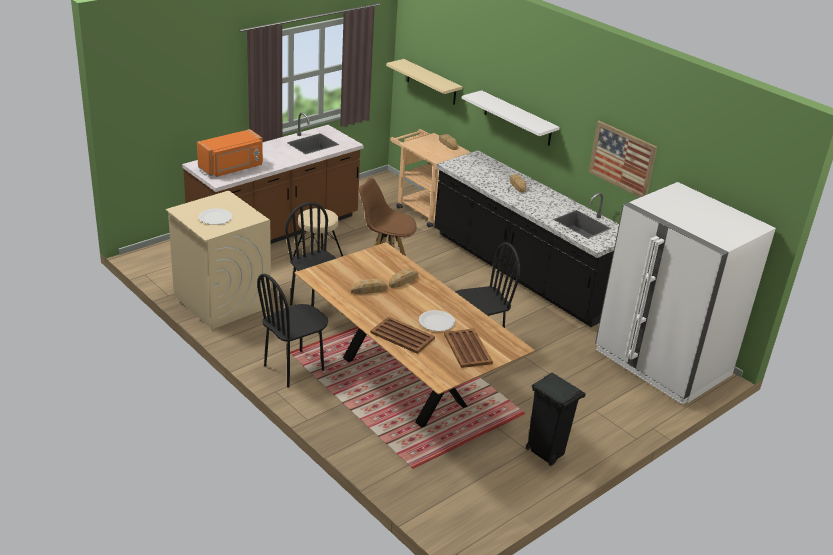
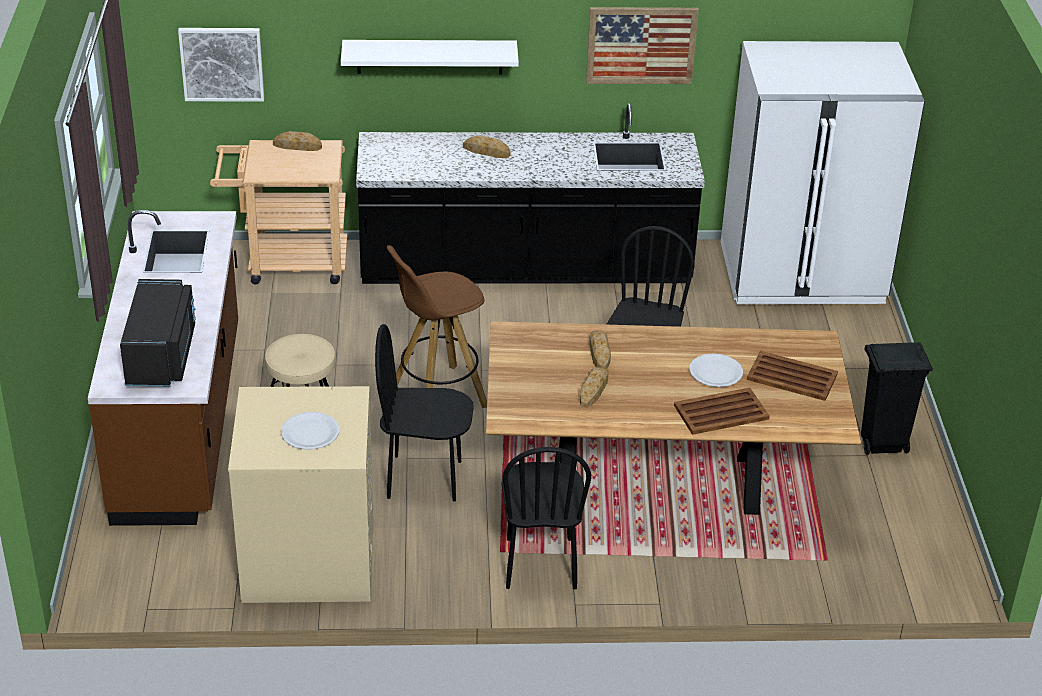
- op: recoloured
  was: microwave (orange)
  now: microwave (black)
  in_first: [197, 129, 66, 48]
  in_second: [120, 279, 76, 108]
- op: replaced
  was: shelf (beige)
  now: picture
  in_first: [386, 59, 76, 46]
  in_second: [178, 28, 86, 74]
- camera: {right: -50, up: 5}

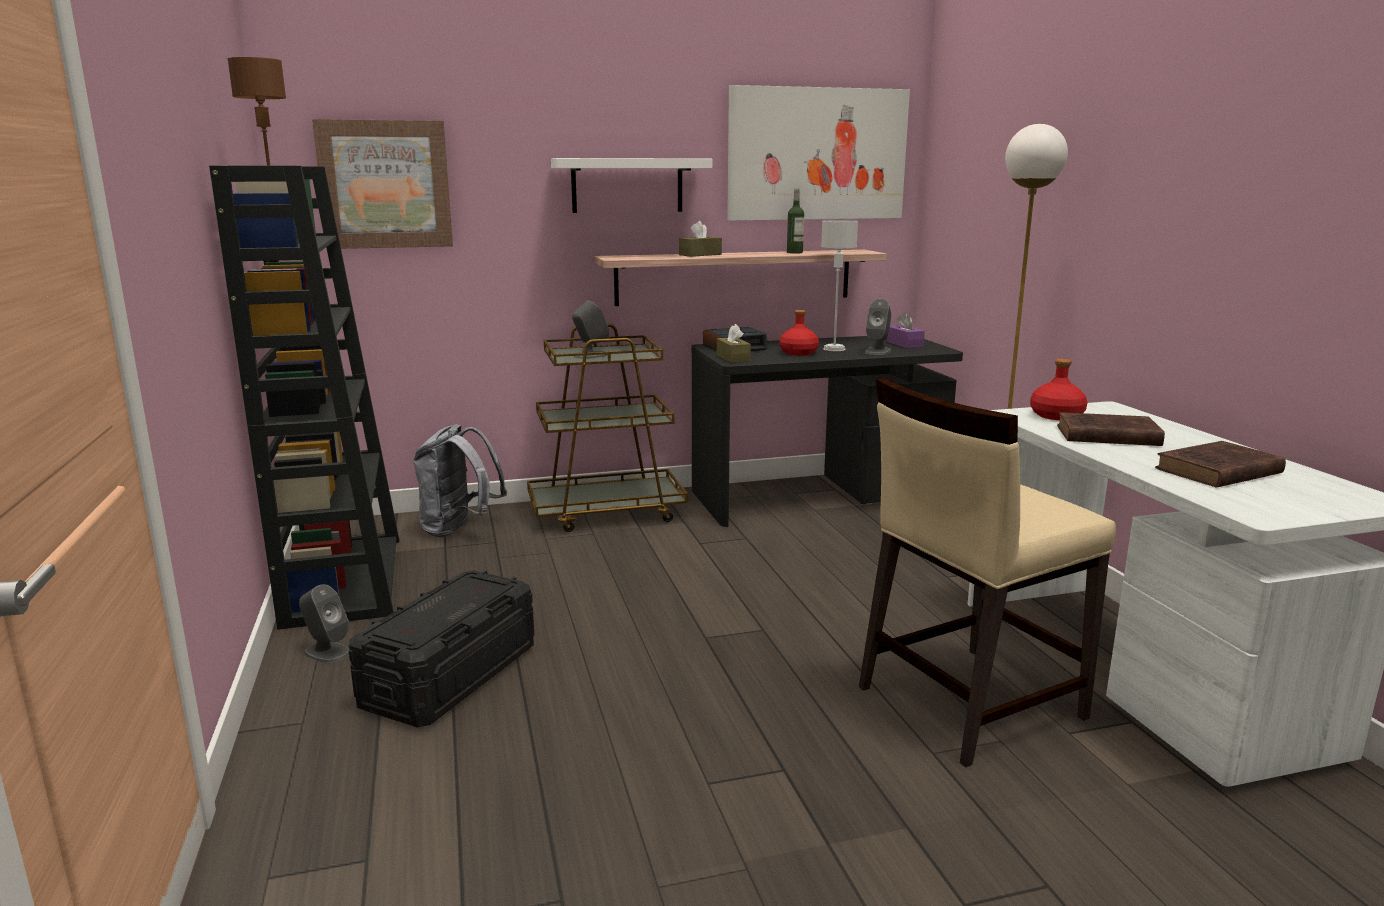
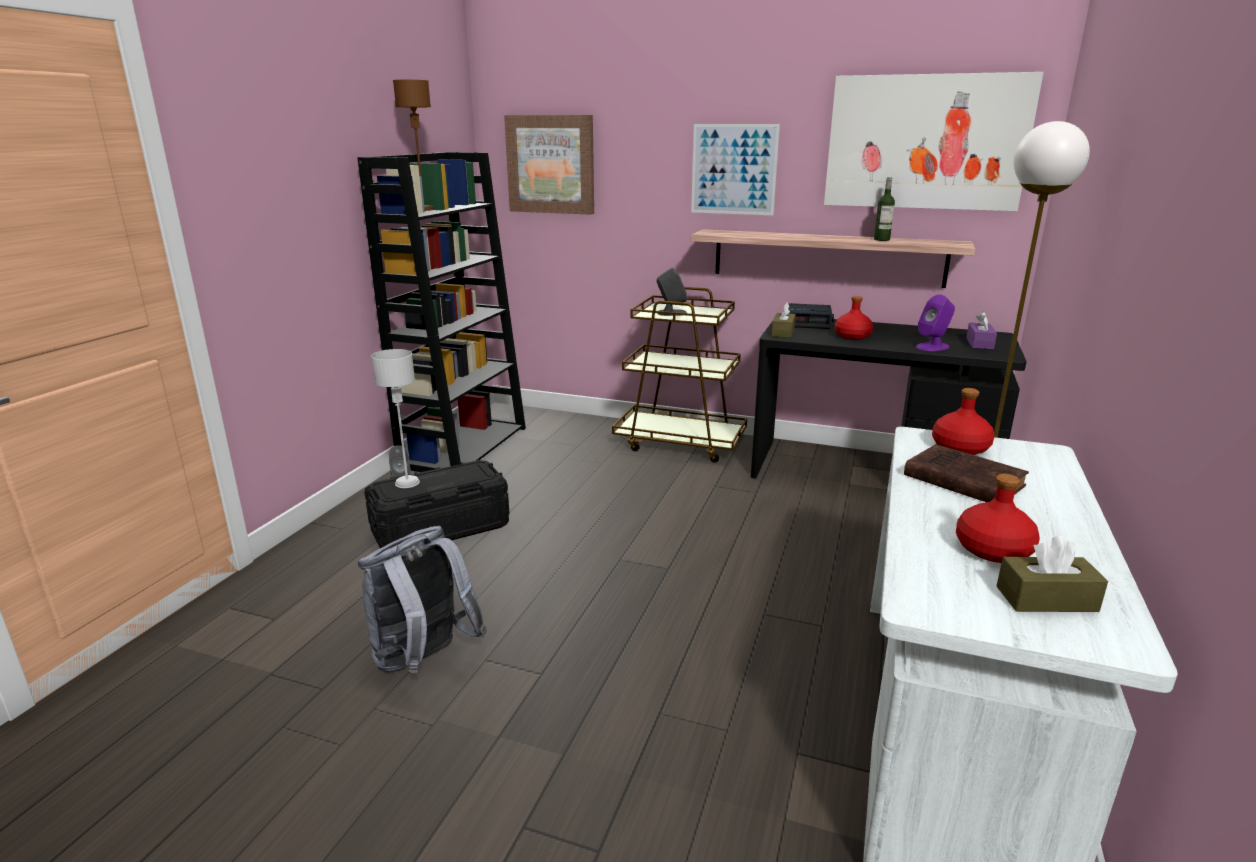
- op: moved
  was: backpack (grey)
  in_first: [413, 424, 94, 113]
  in_second: [358, 526, 129, 147]
- op: moved
  was: table lamp (grey)
  in_first: [821, 220, 37, 131]
  in_second: [371, 349, 49, 139]
- op: replaced
  was: shelf (white)
  now: picture
  in_first: [551, 158, 161, 55]
  in_second: [691, 124, 89, 91]
- op: recoloured
  was: speaker (grey)
  now: speaker (purple)
  in_first: [865, 299, 26, 56]
  in_second: [916, 295, 39, 56]
- op: replaced
  was: book (brown)
  now: bottle (red)
  in_first: [1155, 441, 131, 47]
  in_second: [956, 474, 84, 89]
- op: moved
  was: tissue box (brown)
  in_first: [679, 221, 43, 36]
  in_second: [996, 536, 112, 76]
- op: removed
  was: chair (beige)
  in_first: [859, 377, 257, 390]
- camera: {right: 35, up: 5}

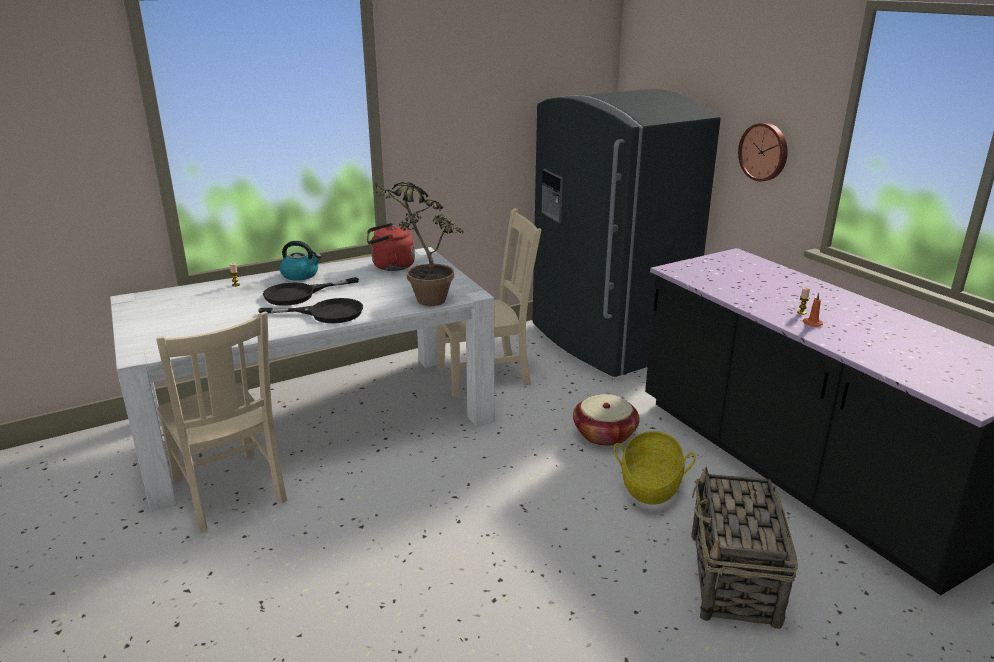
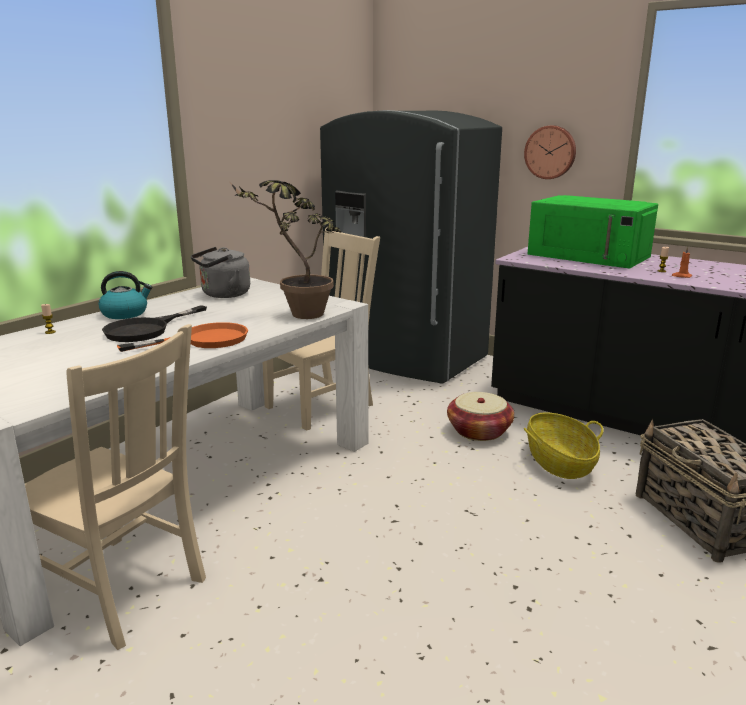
- op: recoloured
  was: frying pan (black)
  now: frying pan (orange)
  in_first: [258, 298, 105, 25]
  in_second: [117, 322, 131, 30]
- op: recoloured
  was: kettle (red)
  now: kettle (grey)
  in_first: [367, 223, 48, 48]
  in_second: [191, 247, 59, 51]
- op: added
  now: microwave (green)
  in_second: [527, 195, 131, 74]
- camera: {right: -25, up: -5}

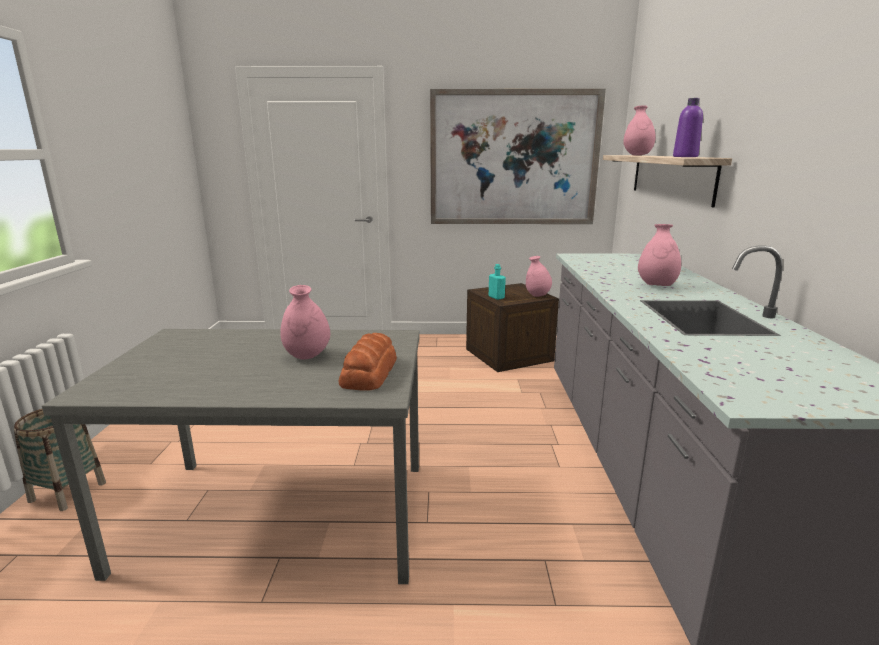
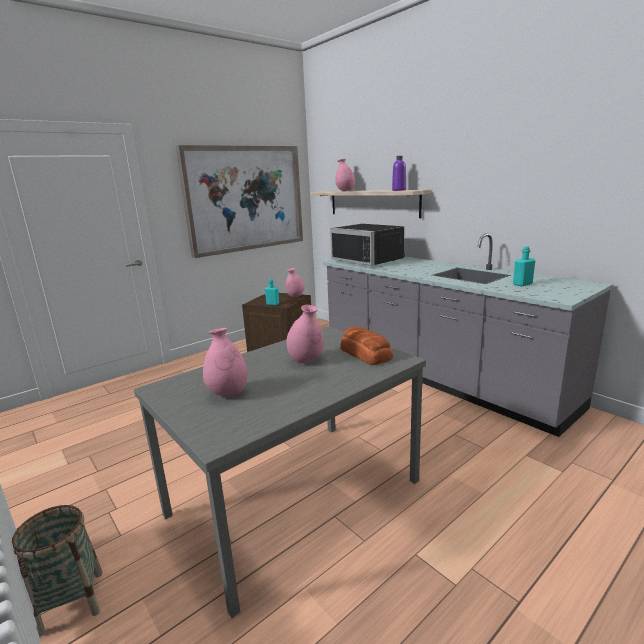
- op: moved
  was: vase (pink)
  in_first: [638, 224, 43, 62]
  in_second: [203, 328, 45, 69]
- op: added
  now: microwave (black)
  in_second: [330, 224, 75, 42]
- op: added
  now: bottle (turquoise)
  in_second: [513, 246, 22, 40]
- camera: {right: -40, up: 0}

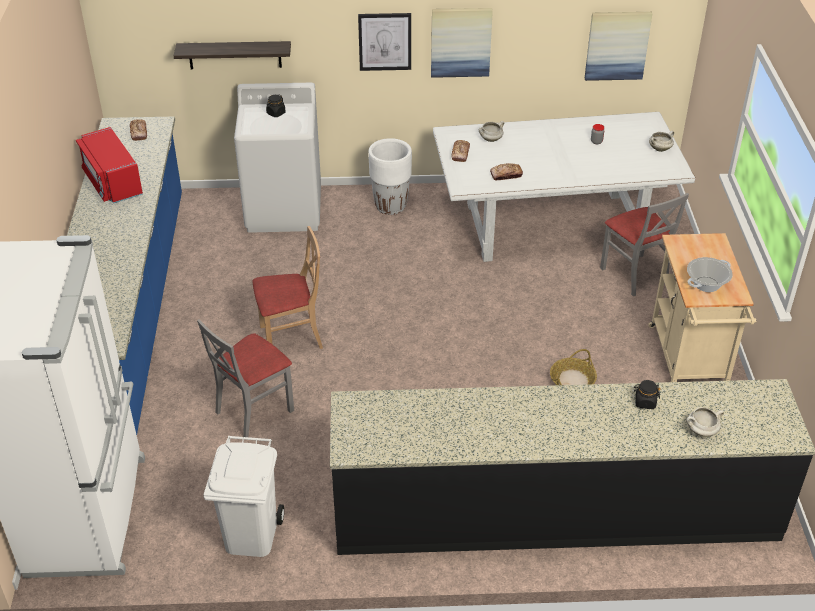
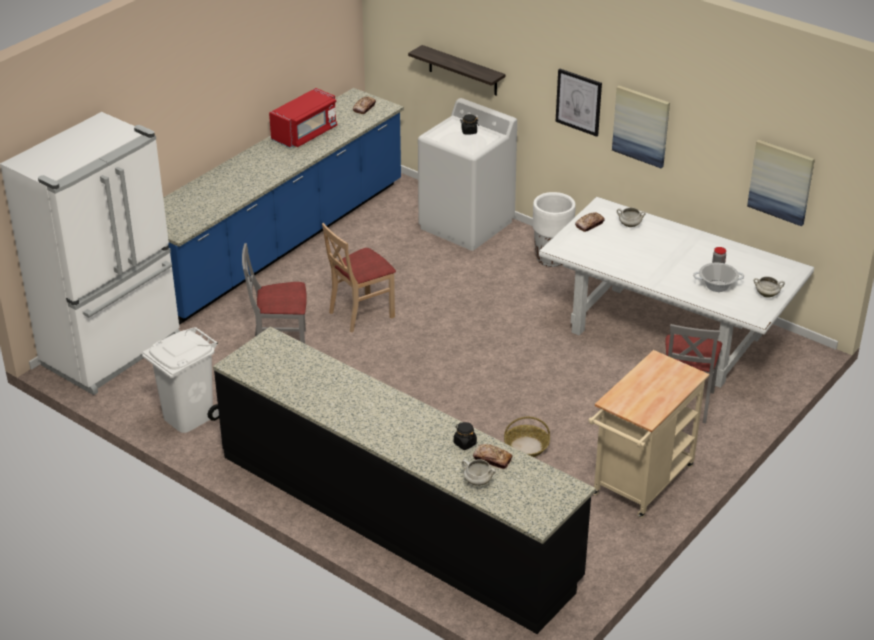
- op: turned
  was: microwave (red)
  in_first: [76, 127, 67, 77]
  in_second: [269, 88, 68, 60]
  clockwise: -150
- op: turned
  was: chair (beige)
  in_first: [253, 226, 70, 123]
  in_second: [322, 223, 74, 110]
  clockwise: 120
- op: moved
  was: bread
  in_first: [490, 163, 33, 17]
  in_second: [473, 444, 40, 25]
- op: moved
  was: cooking pot
  in_first: [687, 257, 46, 35]
  in_second: [693, 262, 51, 30]
- camera: {right: 40, up: -5}

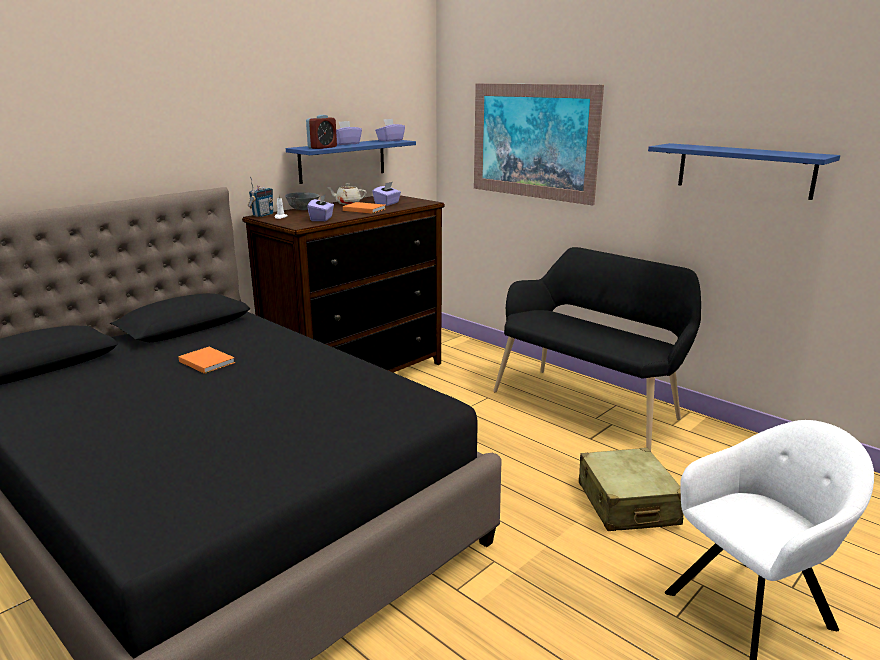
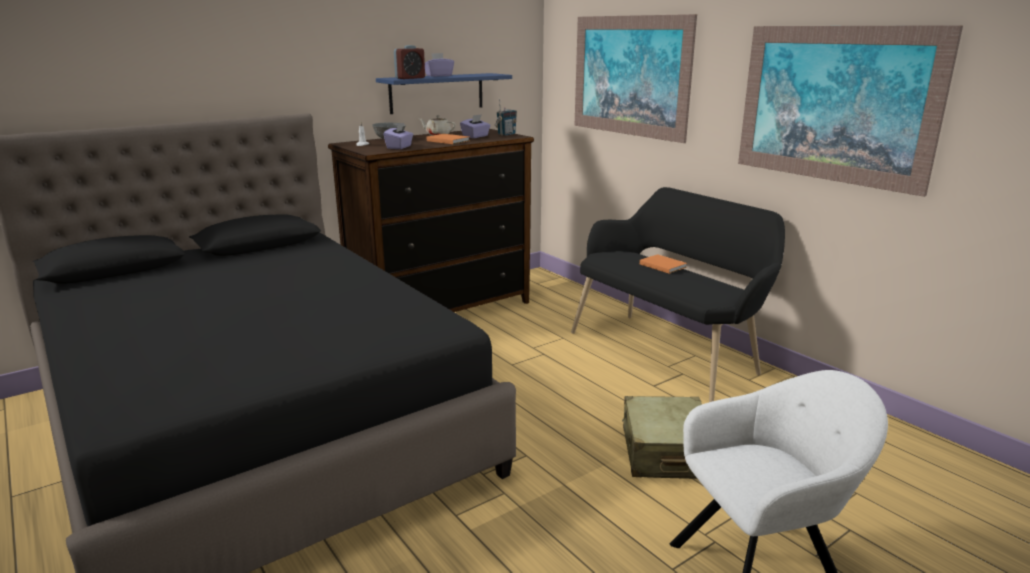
- op: moved
  was: radio
  in_first: [248, 176, 25, 41]
  in_second: [494, 98, 23, 38]
- op: moved
  was: book (orange)
  in_first: [178, 347, 57, 27]
  in_second: [640, 254, 47, 20]
- op: replaced
  was: shelf (blue)
  now: picture
  in_first: [648, 143, 192, 57]
  in_second: [738, 25, 225, 172]
- op: removed
  was: tissue box (purple)
  in_first: [375, 119, 30, 22]
- camera: {right: 10, up: 0}

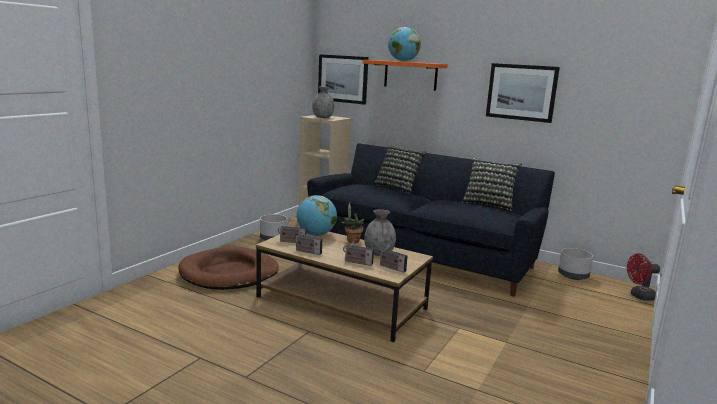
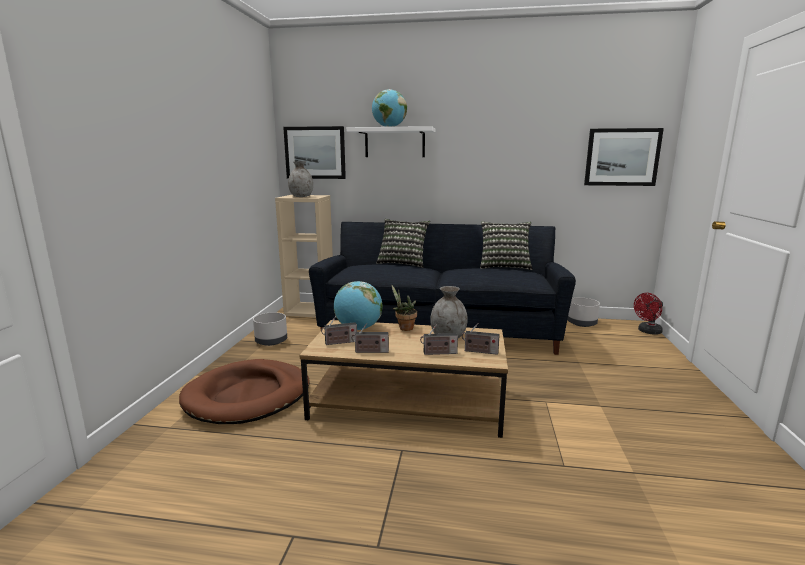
- op: recoloured
  was: shelf (orange)
  now: shelf (white)
  in_first: [363, 60, 85, 31]
  in_second: [346, 126, 89, 31]
- op: moved
  was: picture
  in_first: [486, 63, 74, 60]
  in_second: [584, 128, 80, 58]
- camera: {right: -20, up: 0}

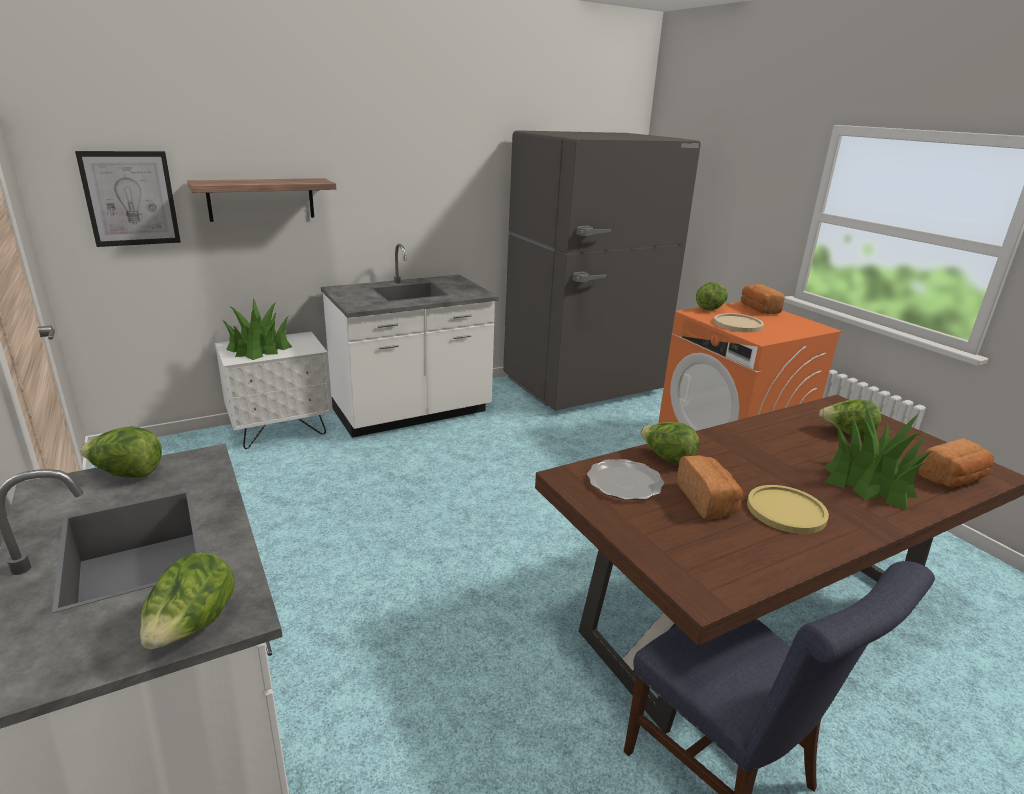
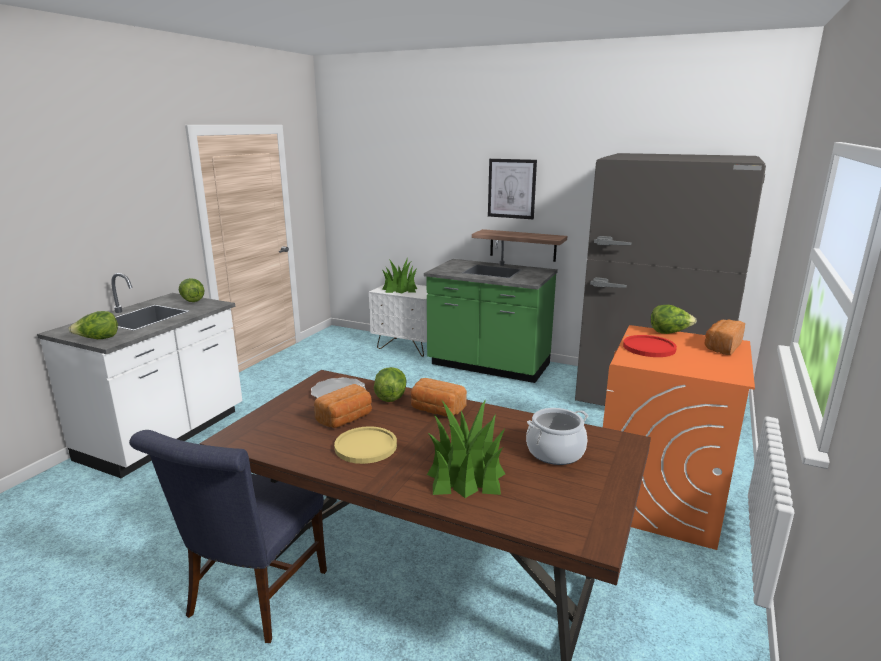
- op: moved
  was: bread
  in_first: [919, 438, 75, 49]
  in_second: [411, 378, 56, 39]
- op: recoloured
  was: counter (white)
  now: counter (green)
  in_first: [321, 244, 178, 194]
  in_second: [424, 240, 134, 143]
- op: moved
  was: shelf
  in_first: [187, 178, 149, 44]
  in_second: [472, 229, 95, 33]
- op: moved
  was: picture
  in_first: [75, 151, 106, 96]
  in_second: [488, 159, 49, 60]
- op: replaced
  was: lettuce
  now: cooking pot
  in_first: [819, 399, 62, 37]
  in_second: [526, 408, 62, 57]
- op: recoloured
  was: plate (beige)
  now: plate (red)
  in_first: [714, 313, 50, 19]
  in_second: [623, 335, 54, 22]
- camera: {right: 55, up: -5}

